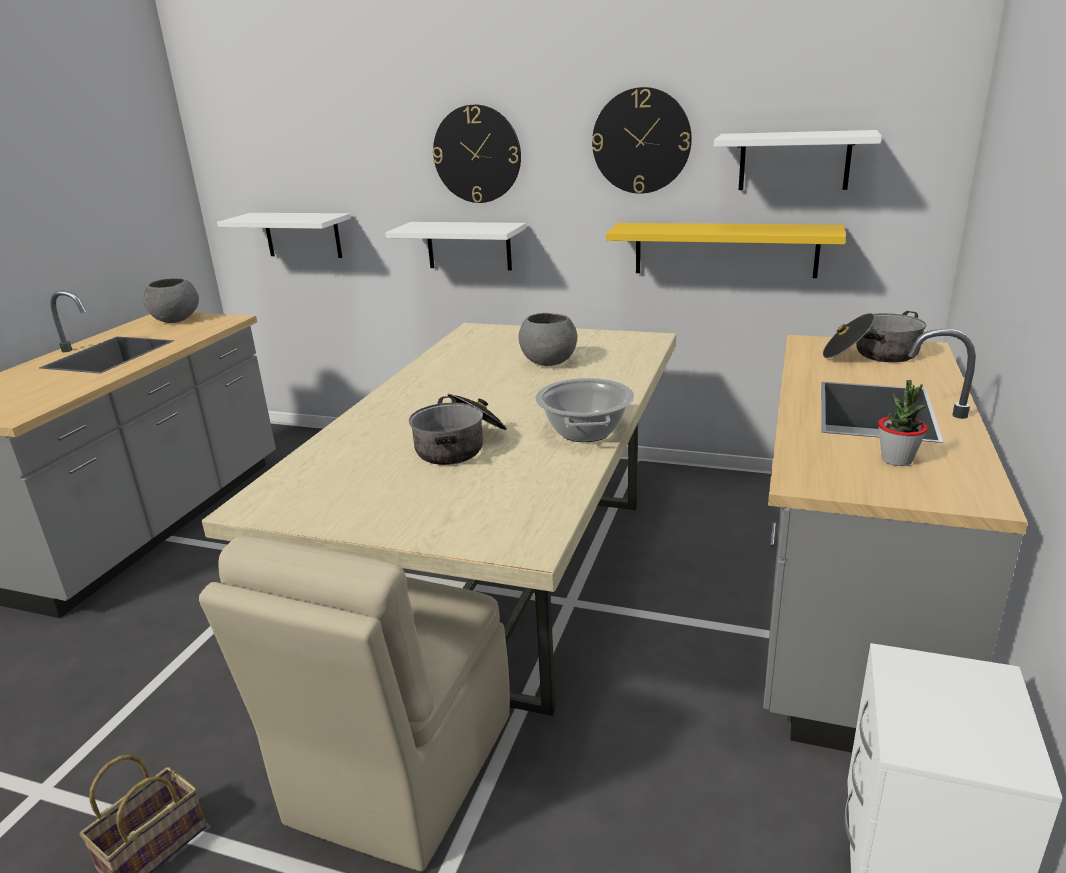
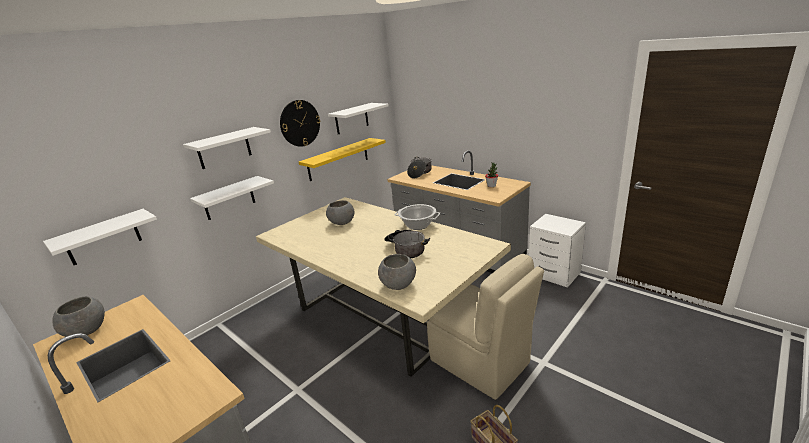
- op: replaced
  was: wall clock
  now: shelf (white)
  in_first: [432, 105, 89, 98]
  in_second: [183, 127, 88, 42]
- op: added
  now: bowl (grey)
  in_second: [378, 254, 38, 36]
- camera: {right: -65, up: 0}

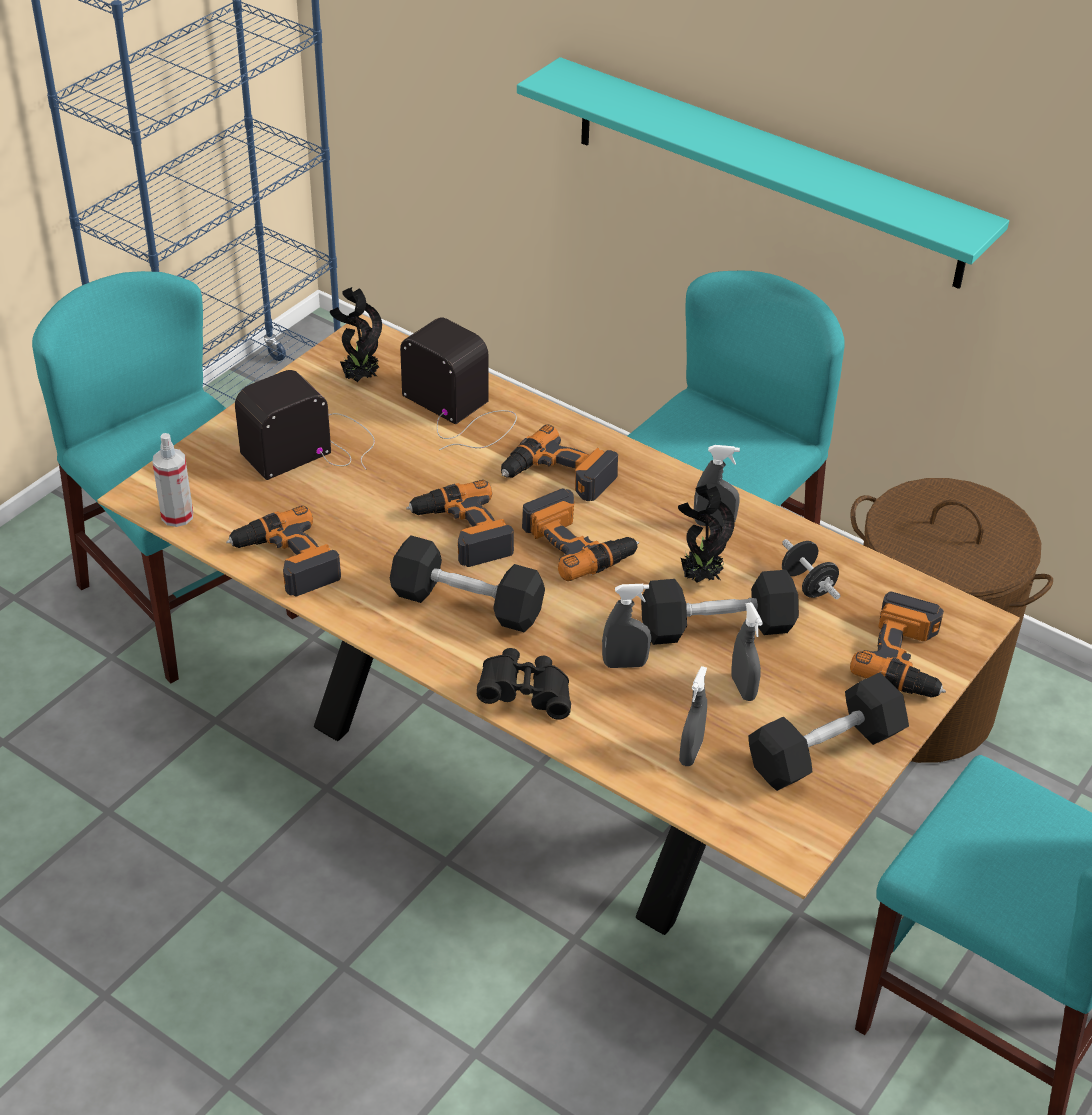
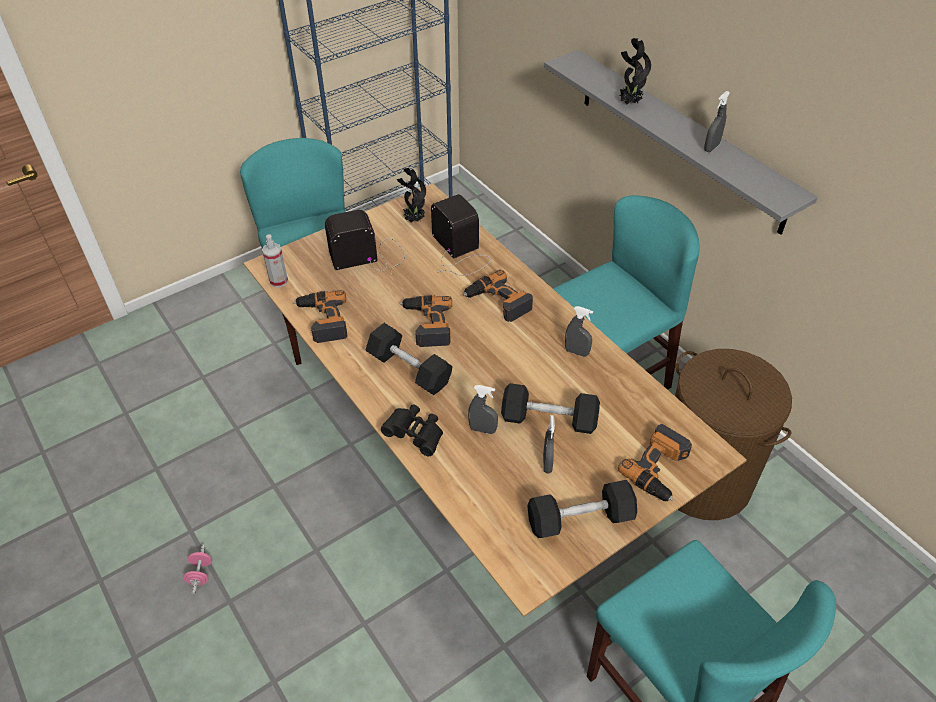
- op: added
  now: dumbbell (pink)
  in_second: [183, 545, 29, 49]
- op: recoloured
  was: shelf (turquoise)
  now: shelf (grey)
  in_first: [517, 57, 492, 232]
  in_second: [544, 50, 274, 185]
- op: moved
  was: potted plant
  in_first: [678, 484, 57, 99]
  in_second: [619, 38, 32, 67]
- op: moved
  was: spray bottle (grey)
  in_first: [679, 666, 28, 100]
  in_second: [704, 91, 26, 61]
- op: removed
  was: power drill
  in_first: [522, 488, 117, 93]
- op: removed
  was: dumbbell (black)
  in_first: [782, 539, 58, 60]
- camera: {right: 20, up: 5}

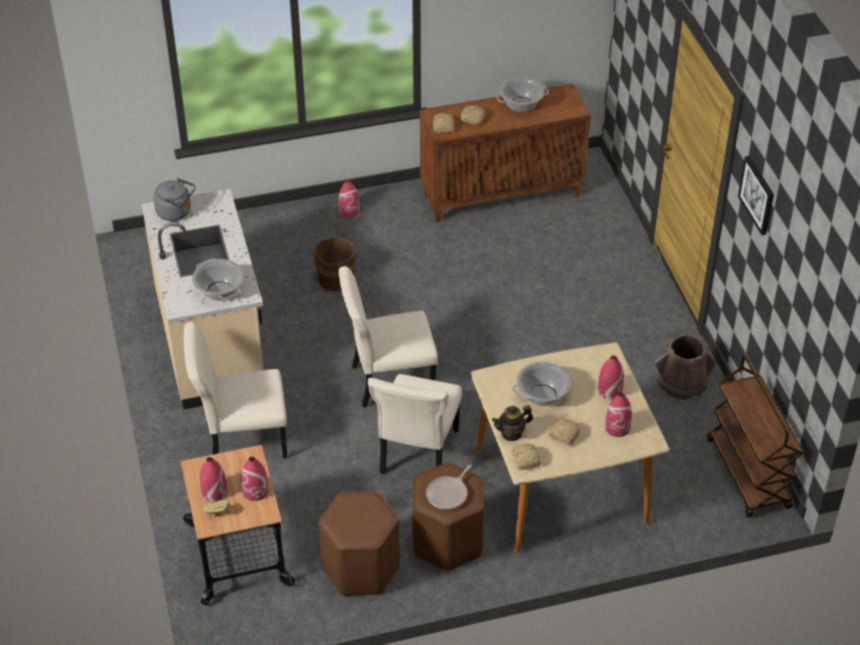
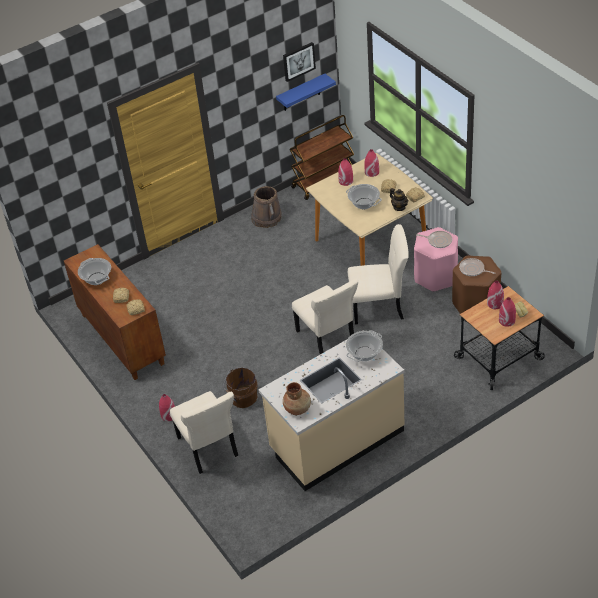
- op: moved
  was: chair (beige)
  in_first: [184, 322, 103, 137]
  in_second: [170, 391, 68, 83]
- op: added
  now: shelf (blue)
  in_second: [276, 74, 60, 37]
- op: moved
  was: picture
  in_first: [738, 156, 36, 79]
  in_second: [283, 42, 33, 40]
- op: replaced
  was: kettle (grey)
  now: vase (brown)
  in_first: [153, 178, 42, 43]
  in_second: [283, 382, 28, 33]
- op: recoloured
  was: stool (brown)
  now: stool (pink)
  in_first: [412, 462, 72, 110]
  in_second: [414, 227, 44, 65]
- op: added
  now: frying pan
  in_second: [459, 258, 36, 18]
- camera: {right: -105, up: 0}

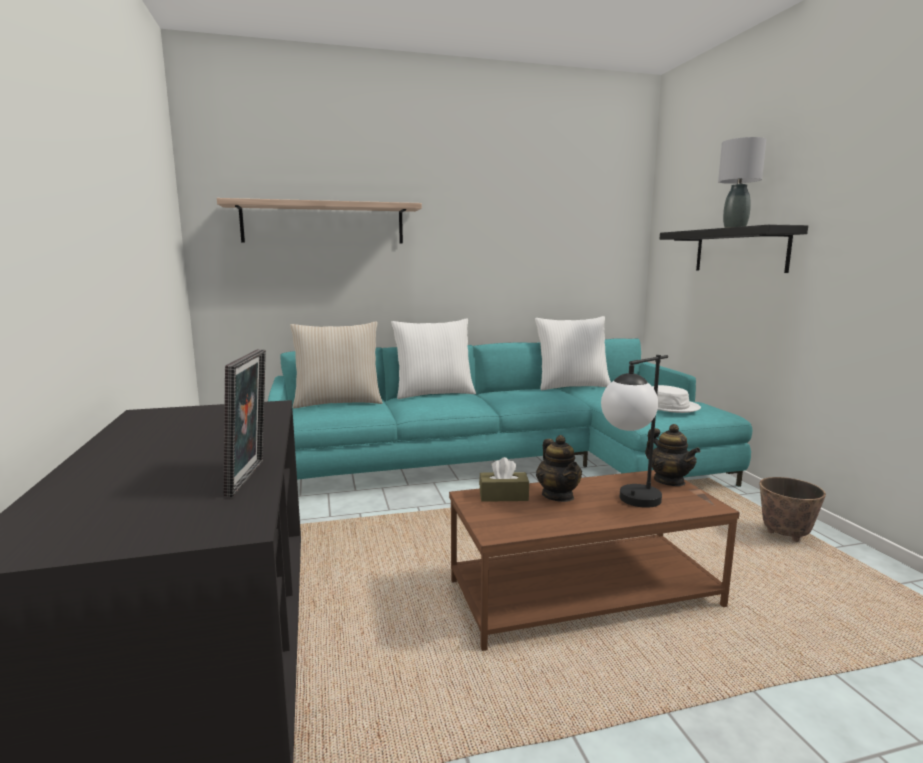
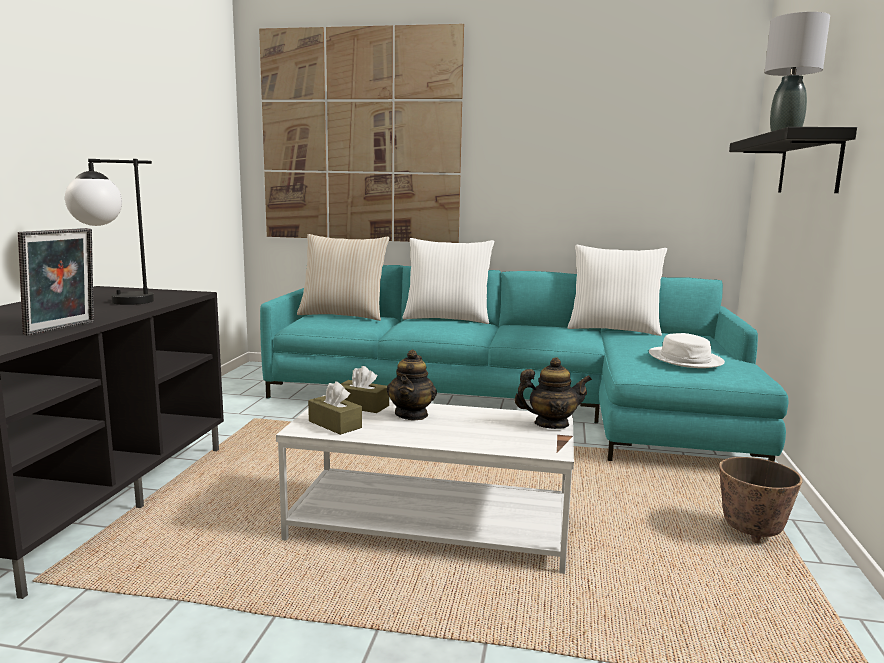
- op: moved
  was: table lamp
  in_first: [601, 355, 67, 153]
  in_second: [65, 159, 89, 146]
- op: replaced
  was: shelf
  now: picture
  in_first: [217, 198, 205, 46]
  in_second: [259, 24, 205, 219]
- op: recoloured
  was: coffee table (brown)
  now: coffee table (white)
  in_first: [449, 470, 291, 181]
  in_second: [276, 395, 298, 179]
- op: added
  now: tissue box (brown)
  in_second: [308, 381, 54, 54]
- op: turned
  was: teapot
  in_first: [645, 424, 55, 62]
  in_second: [514, 357, 78, 72]
  clockwise: -90
- camera: {right: 25, up: 0}

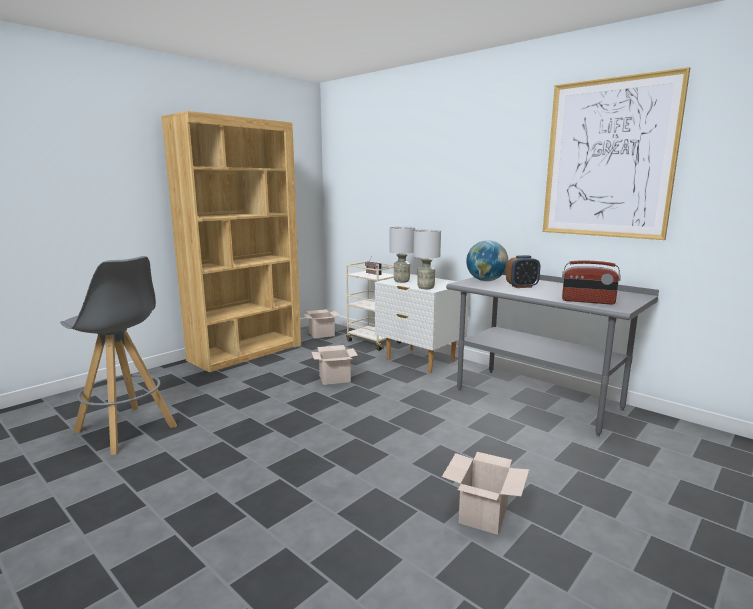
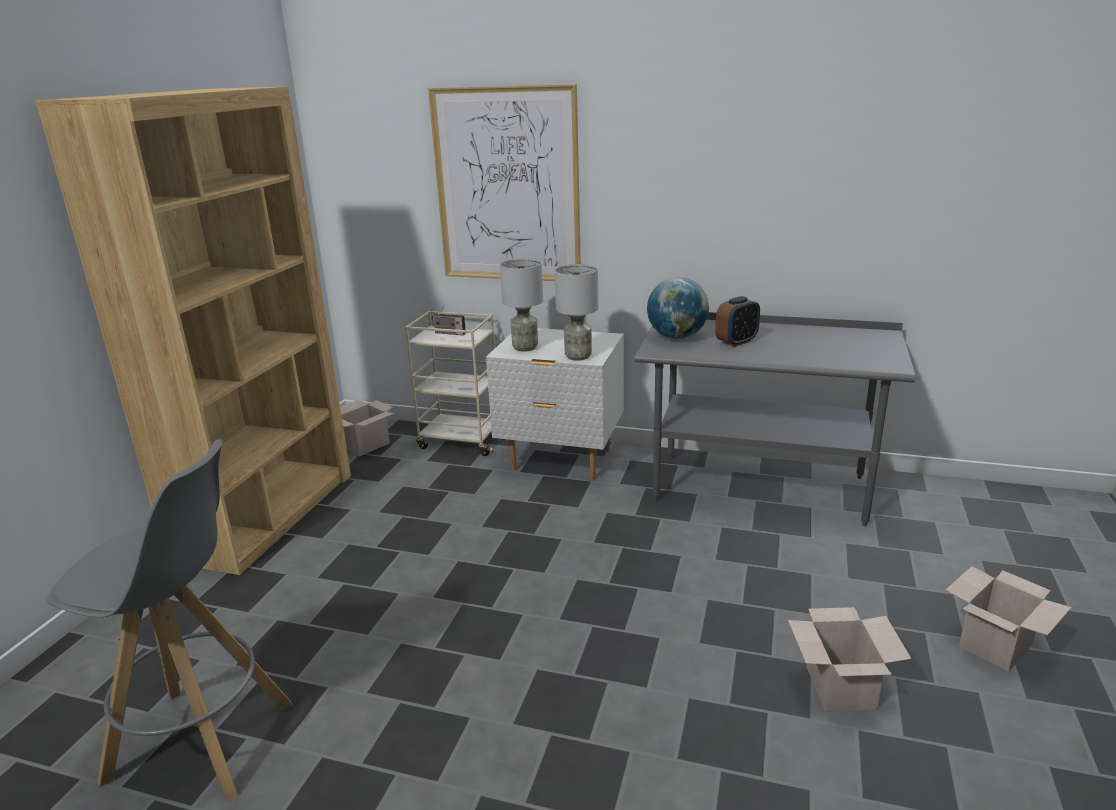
- op: moved
  was: picture
  in_first: [543, 67, 147, 173]
  in_second: [428, 84, 153, 197]
- op: moved
  was: cardboard box
  in_first: [311, 345, 46, 40]
  in_second: [946, 566, 126, 106]
- op: removed
  was: radio
  in_first: [562, 260, 59, 45]
- camera: {right: -25, up: 10}

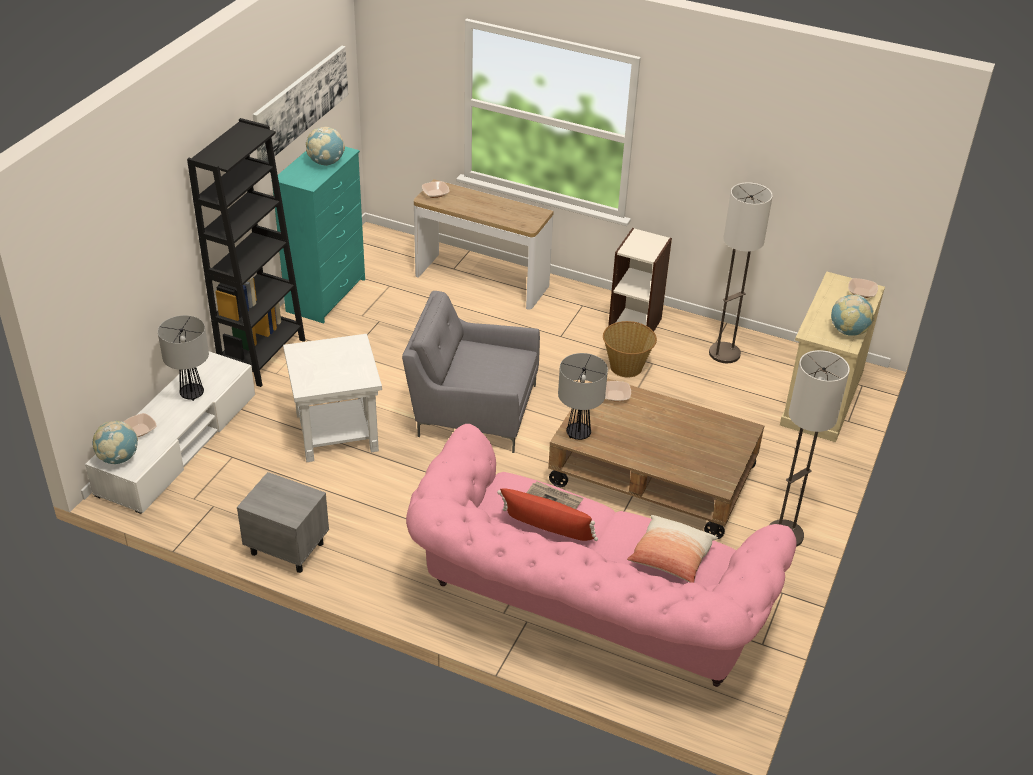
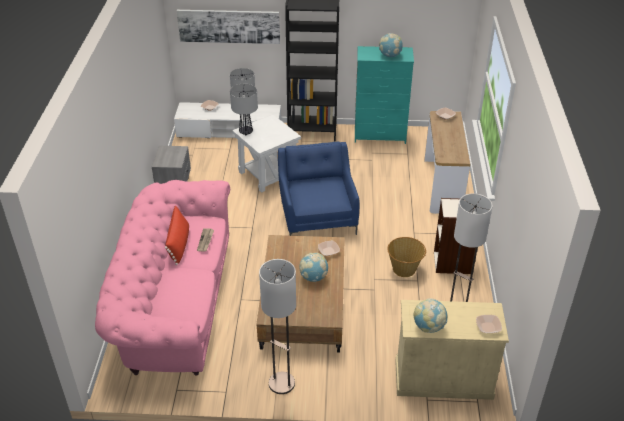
- op: moved
  was: picture
  in_first: [252, 46, 96, 116]
  in_second: [177, 10, 103, 34]
- op: moved
  was: table lamp
  in_first: [558, 353, 50, 87]
  in_second: [230, 84, 28, 52]
- op: recoloured
  was: armchair (grey)
  now: armchair (blue)
  in_first: [402, 291, 138, 162]
  in_second: [278, 142, 81, 94]
- op: moved
  was: globe
  in_first: [92, 421, 46, 43]
  in_second: [299, 253, 29, 29]
- op: removed
  was: pillow
  in_first: [627, 515, 91, 68]
- camera: {right: 70, up: 0}

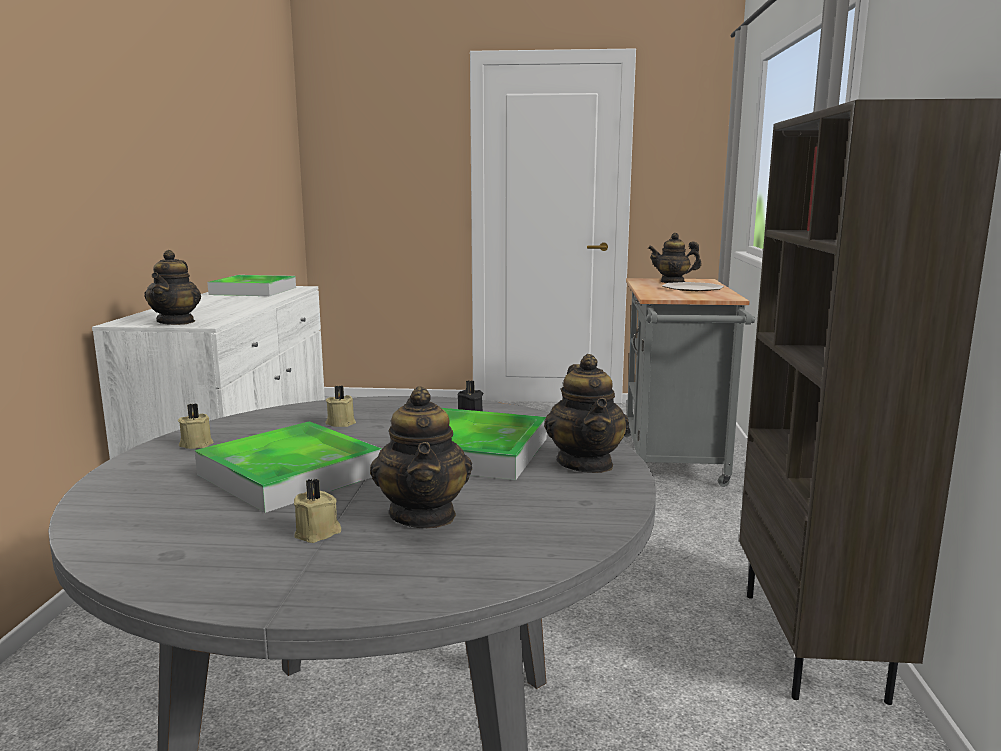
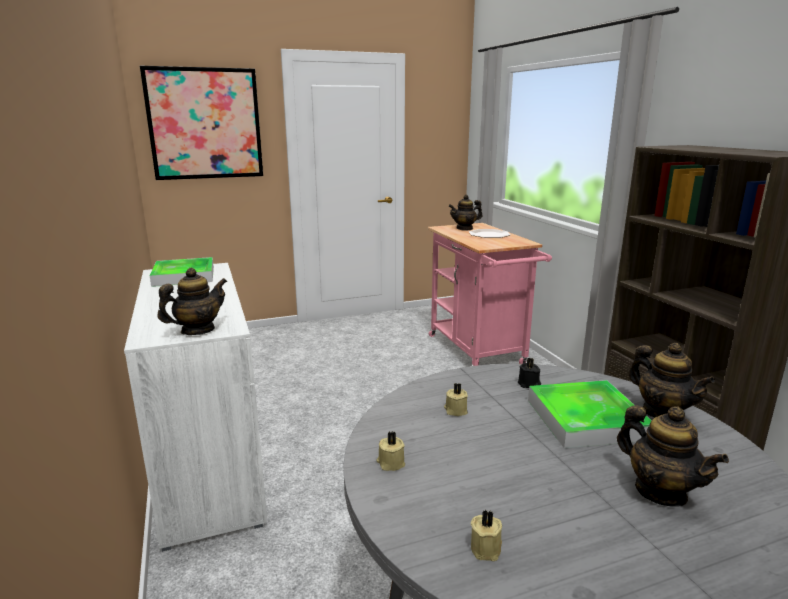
- op: added
  now: picture
  in_second: [140, 66, 123, 114]
- op: turned
  was: teapot
  in_first: [144, 250, 57, 75]
  in_second: [157, 268, 70, 67]
  clockwise: -105
- op: recoloured
  was: cart (grey)
  now: cart (pink)
  in_first: [624, 278, 131, 209]
  in_second: [428, 223, 124, 143]
- op: moved
  was: candle (beige)
  in_first: [294, 478, 47, 65]
  in_second: [471, 510, 31, 51]
- op: removed
  was: tray
  in_first: [195, 421, 187, 92]
- camera: {right: -25, up: 5}

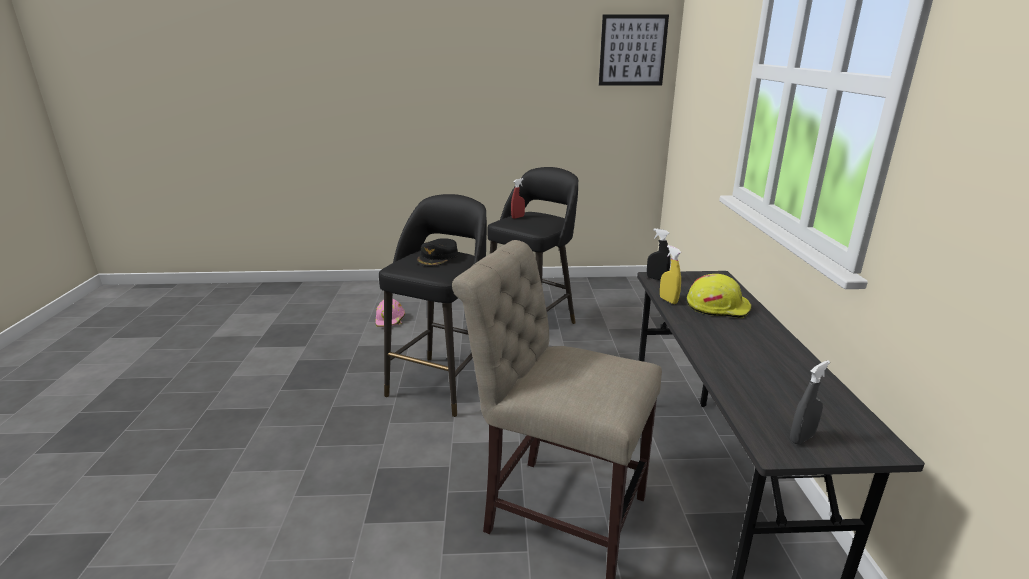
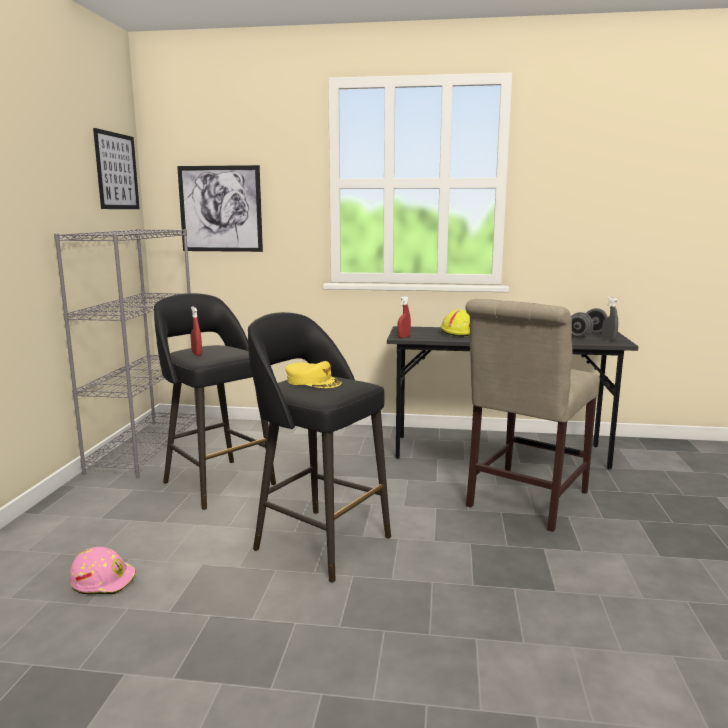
- op: added
  now: bookcase (grey)
  in_second: [54, 229, 143, 249]
- op: added
  now: picture
  in_second: [177, 165, 86, 87]
- op: recoloured
  was: cap (black)
  now: cap (yellow)
  in_first: [416, 238, 42, 28]
  in_second: [285, 361, 57, 27]
- op: recoloured
  was: spray bottle (black)
  now: spray bottle (red)
  in_first: [647, 228, 24, 52]
  in_second: [397, 296, 14, 42]
- op: added
  now: dumbbell (grey)
  in_second: [571, 308, 37, 30]
- op: removed
  was: spray bottle (yellow)
  in_first: [660, 245, 21, 59]
- camera: {right: -80, up: -10}

